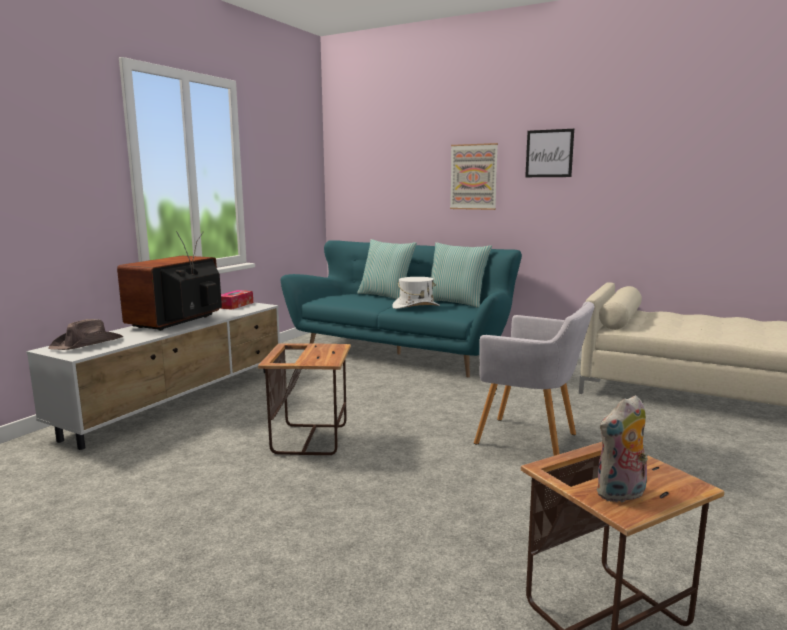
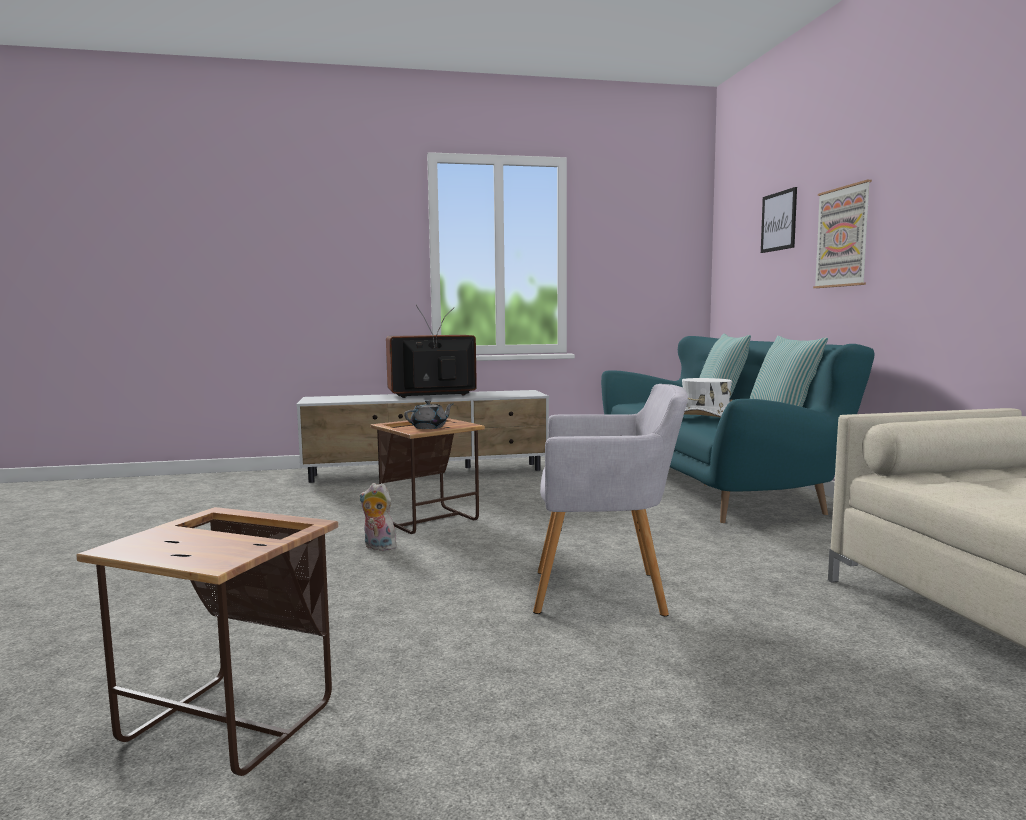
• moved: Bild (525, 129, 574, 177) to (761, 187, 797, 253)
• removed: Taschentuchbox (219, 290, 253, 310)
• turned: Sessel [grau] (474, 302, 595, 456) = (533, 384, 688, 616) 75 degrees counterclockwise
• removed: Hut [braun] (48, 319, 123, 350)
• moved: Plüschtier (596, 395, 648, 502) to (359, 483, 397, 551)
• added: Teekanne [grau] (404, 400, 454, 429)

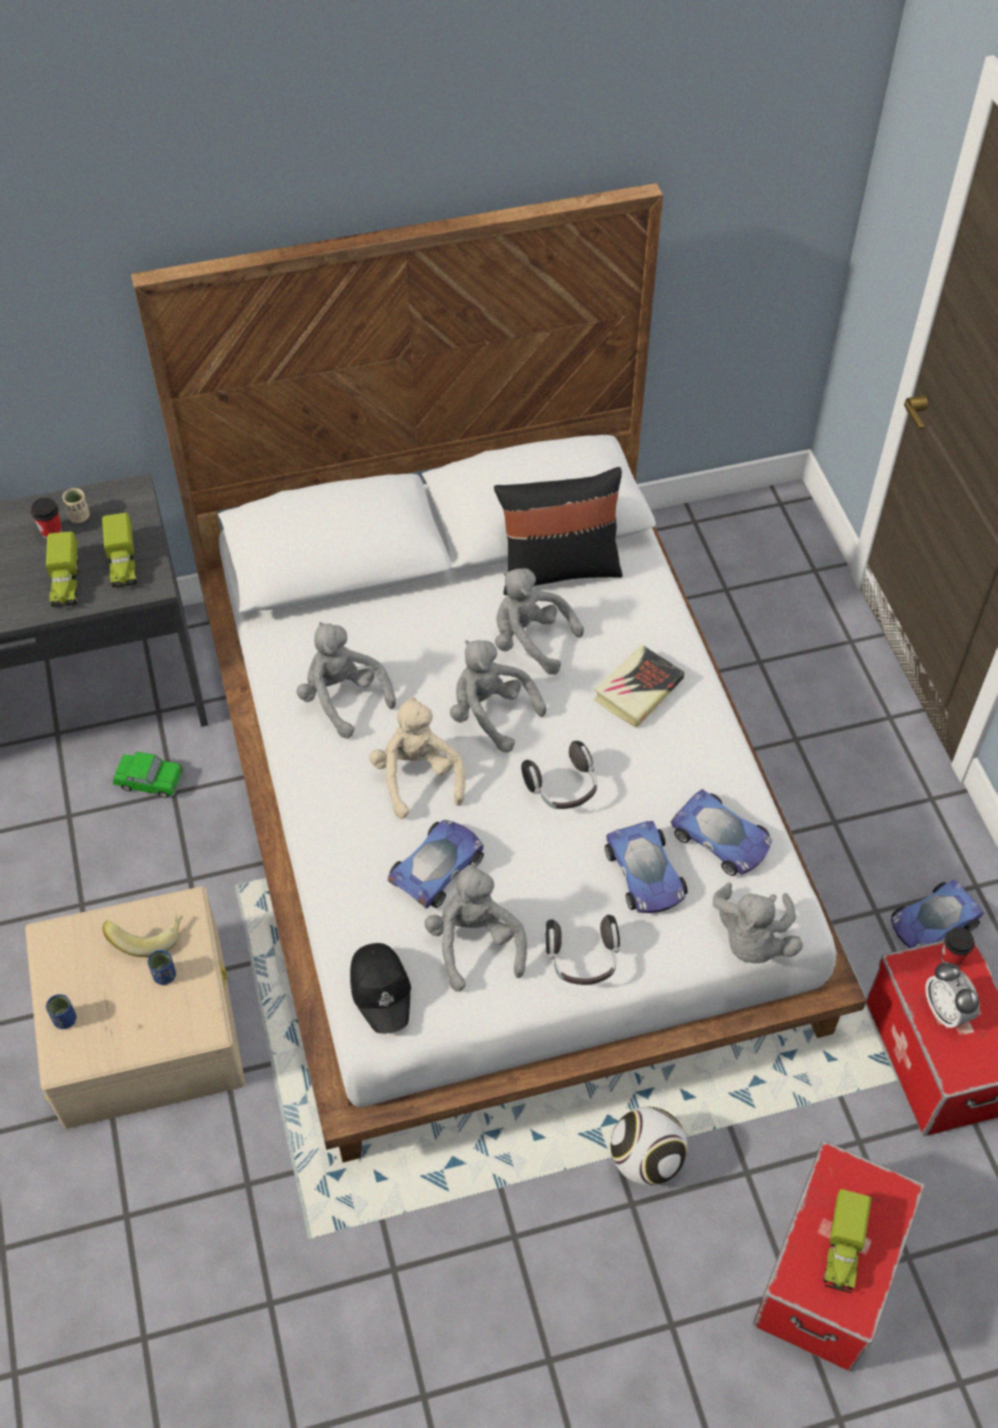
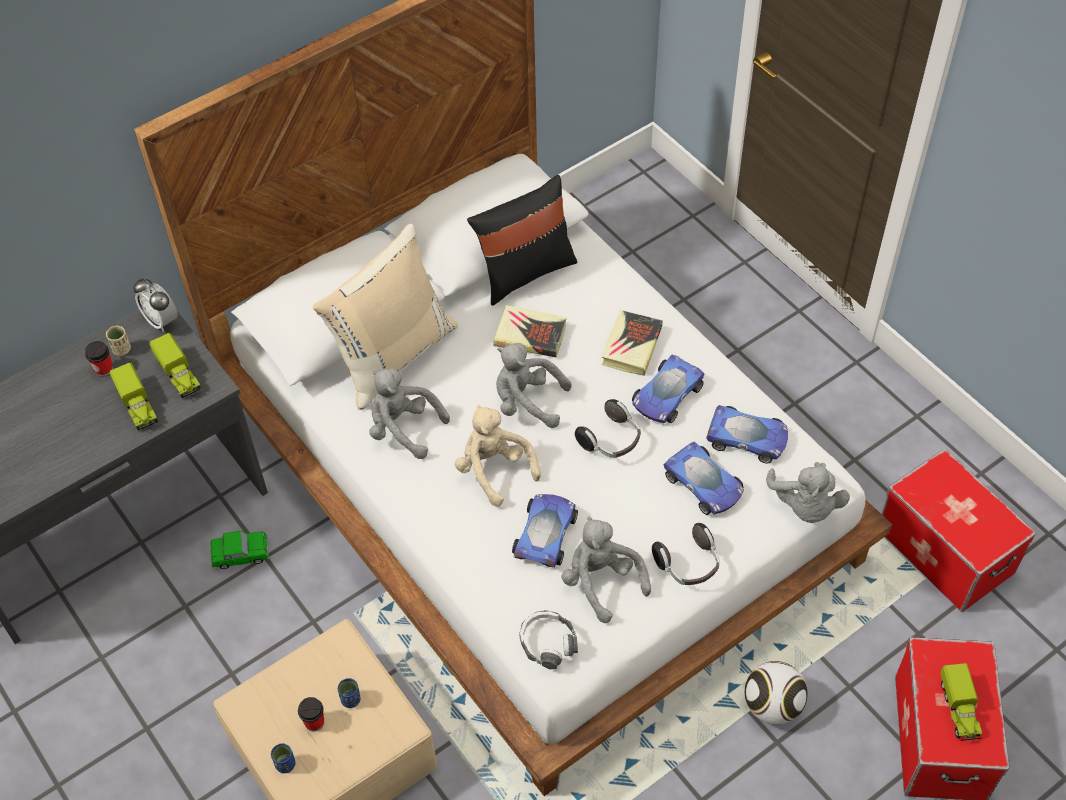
• replaced: Plüschtier [grau] (495, 568, 584, 675) to Buch (493, 305, 567, 358)
• moved: Spielzeugauto (891, 879, 984, 948) to (632, 355, 705, 423)
• removed: Banane (103, 913, 183, 957)
• moved: Tasse (941, 927, 974, 967) to (298, 697, 324, 732)
• replaced: Kappe [schwarz] (350, 943, 411, 1034) to Kopfhörer (519, 610, 578, 669)
• moved: Wecker (925, 962, 980, 1028) to (133, 278, 177, 332)
• added: Kissen [beige] (313, 223, 458, 410)

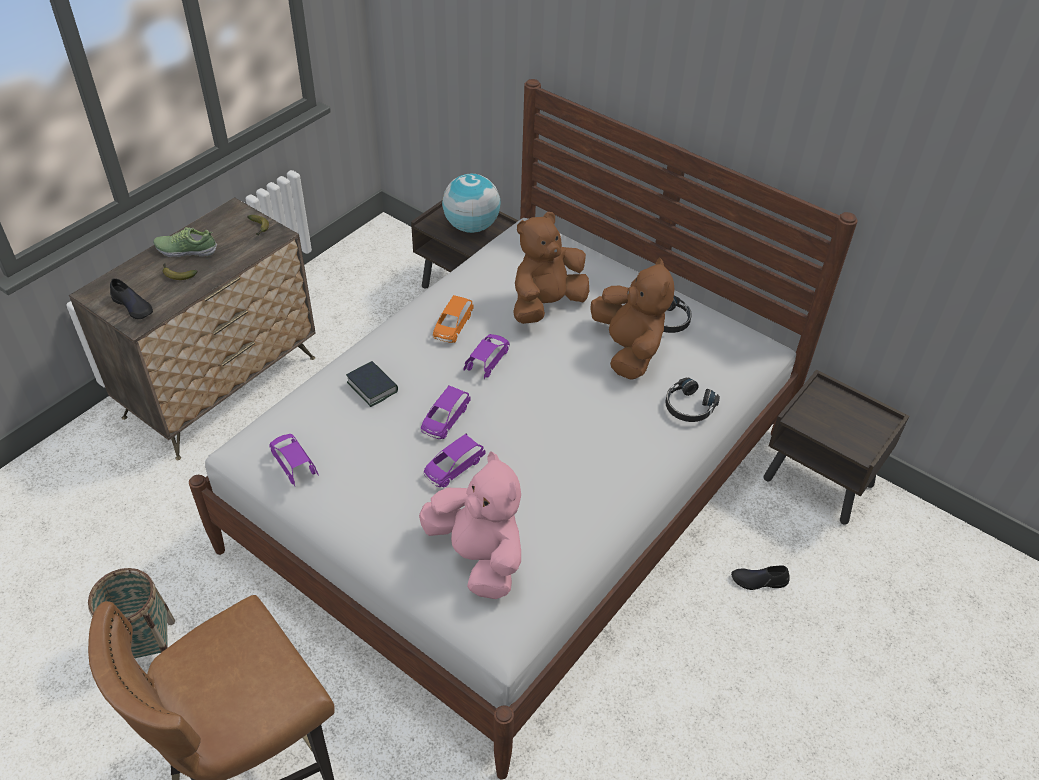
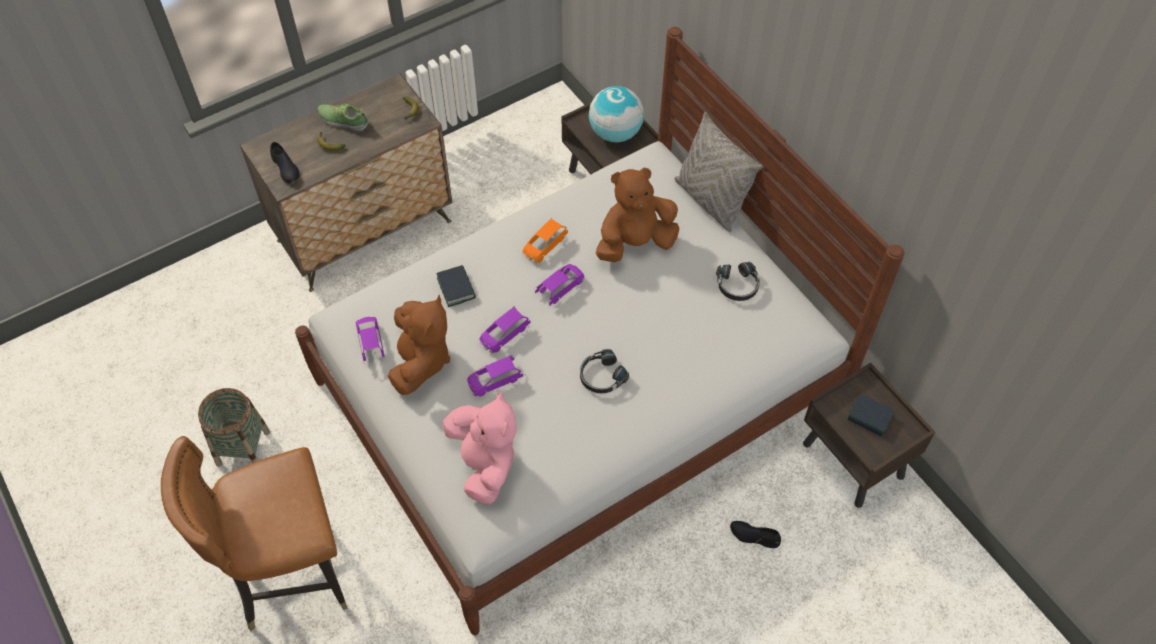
• moved: Plüschtier [braun] (590, 258, 674, 380) to (388, 295, 450, 395)
• moved: Kopfhörer [schwarz] (665, 377, 720, 422) to (580, 349, 629, 393)
• added: Kissen [grau] (675, 112, 763, 232)
• added: Buch (847, 394, 895, 436)

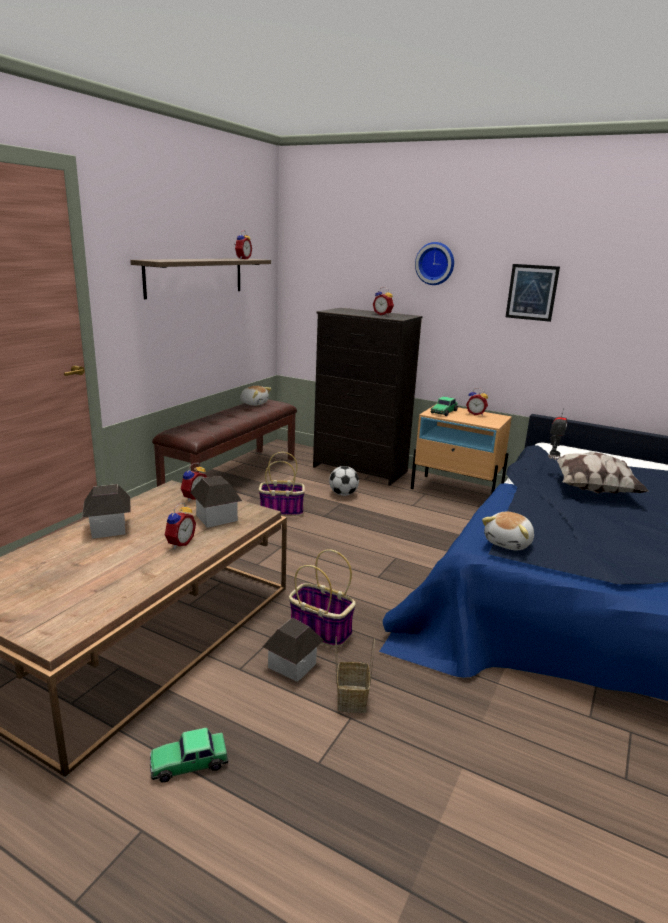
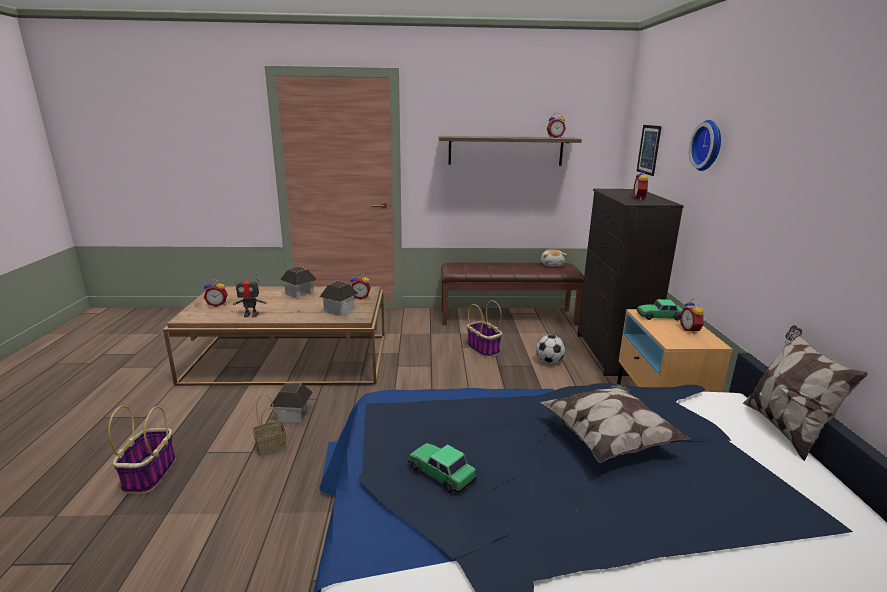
• moved: Bild (506, 264, 560, 322) to (637, 125, 662, 176)
• moved: Spielzeugroboter (549, 408, 567, 456) to (233, 274, 266, 317)
• moved: Wecker (165, 502, 196, 549) to (204, 279, 228, 307)
• removed: Plüschtier (482, 511, 534, 550)
• moved: Korb (289, 549, 356, 647) to (108, 406, 176, 494)
• moved: Spielzeugauto (150, 728, 228, 783) to (408, 443, 477, 493)
• added: Kissen (743, 325, 868, 461)

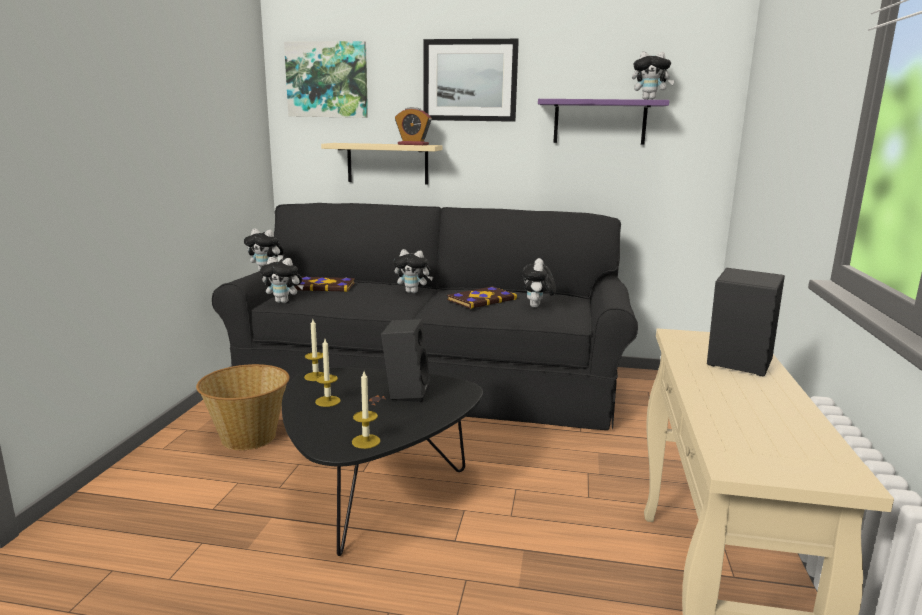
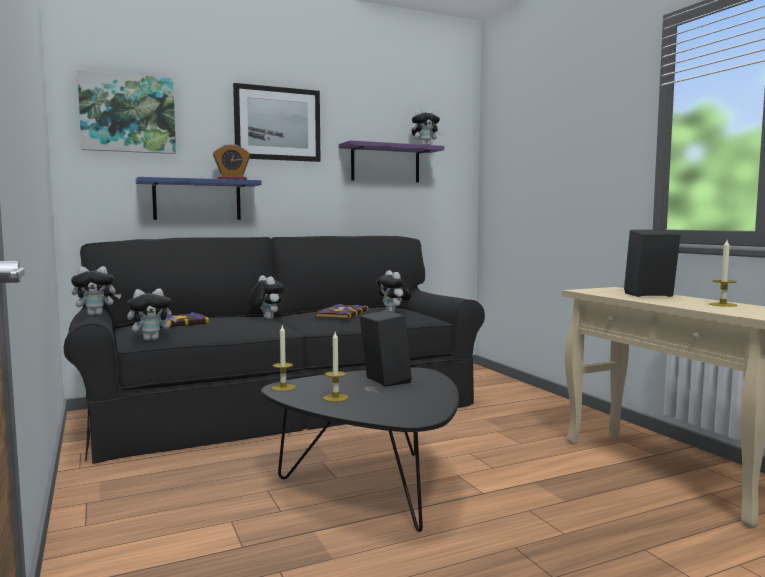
• recoloured: Wandregal [beige] (321, 143, 443, 185) to Wandregal [blau] (136, 177, 262, 220)
• turned: Plüschtier (394, 249, 433, 293) = (248, 275, 284, 319) 105 degrees counterclockwise
• removed: Korb (196, 364, 290, 450)
• moved: Kerze (352, 371, 380, 449) to (709, 240, 737, 307)

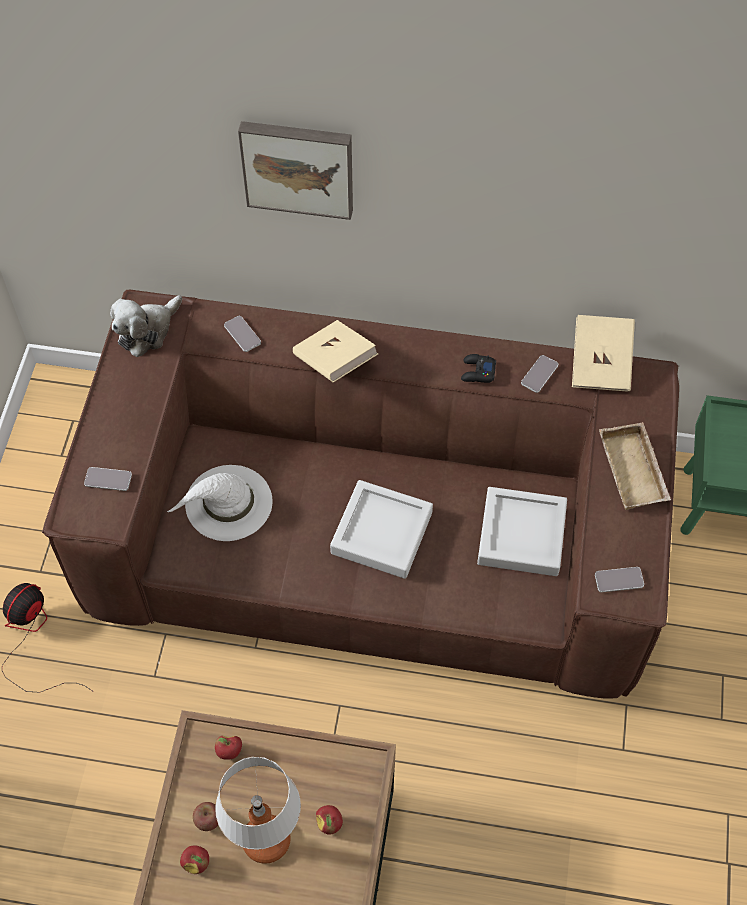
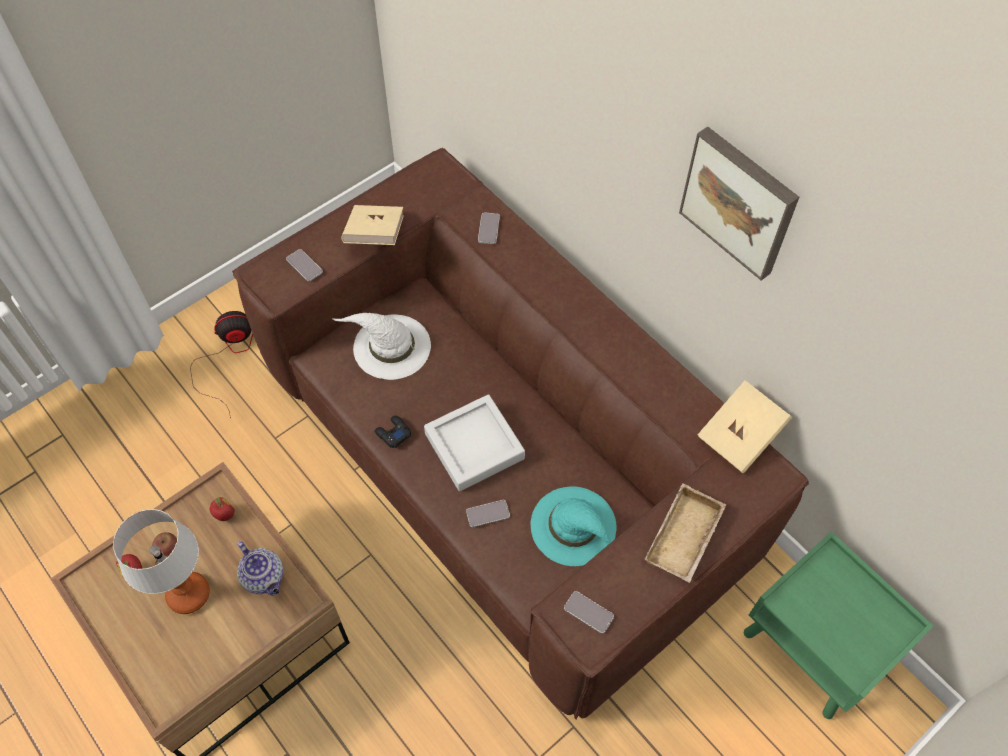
• moved: Bild (238, 121, 353, 220) to (679, 126, 799, 281)
• removed: Plüschtier (110, 295, 182, 357)
• moved: Buch [beige] (293, 320, 378, 382) to (341, 205, 404, 245)
• moved: Gamepad [schwarz] (461, 354, 496, 383) to (375, 415, 411, 448)
• moved: Handy (521, 355, 558, 393) to (466, 500, 510, 527)
• replaced: Tablett [grau] (477, 487, 567, 576) to Hut [türkis] (531, 486, 617, 566)
• removed: Apfel (316, 805, 343, 834)
• added: Teekanne (237, 541, 283, 596)

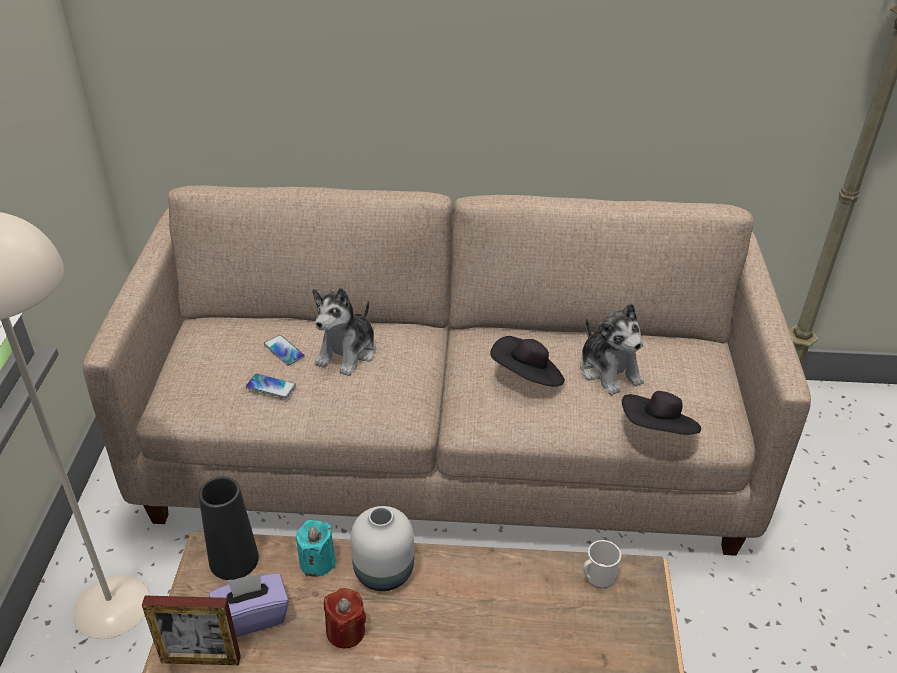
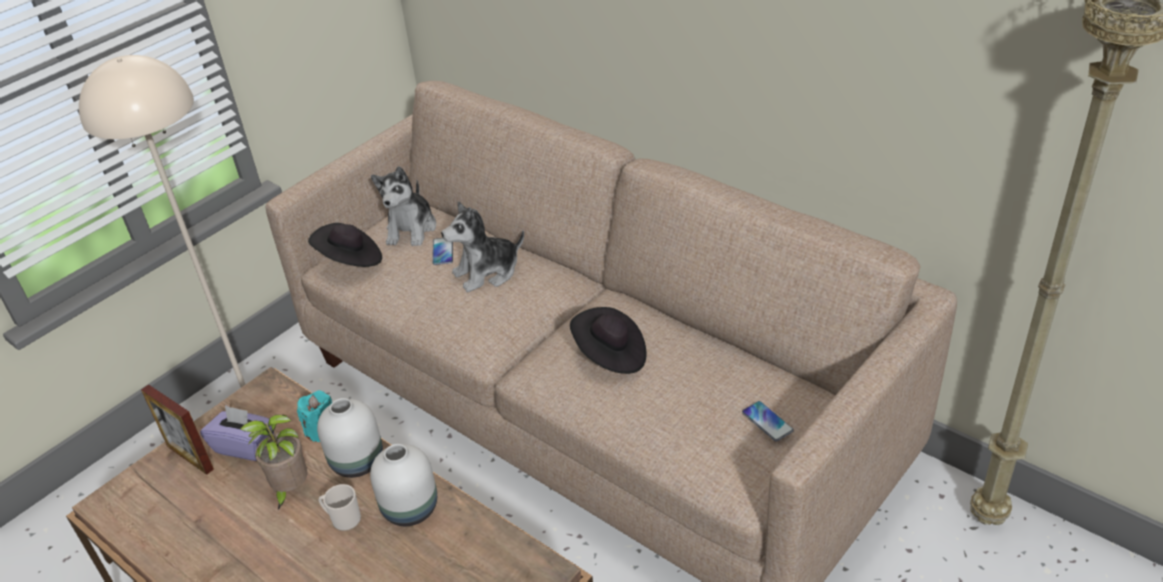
• moved: Plüschtier (580, 303, 644, 395) to (371, 166, 436, 246)
• moved: Handy (246, 373, 296, 398) to (742, 401, 794, 442)
• moved: Hut [schwarz] (622, 391, 701, 435) to (308, 223, 382, 267)
• removed: Vase [schwarz] (199, 477, 259, 580)
• moved: Henkelbecher (583, 540, 621, 588) to (318, 484, 361, 531)
• replaced: Kerze [rot] (324, 588, 366, 648) to Topfpflanze (240, 415, 308, 510)
• added: Vase [weiß] (370, 444, 437, 526)

